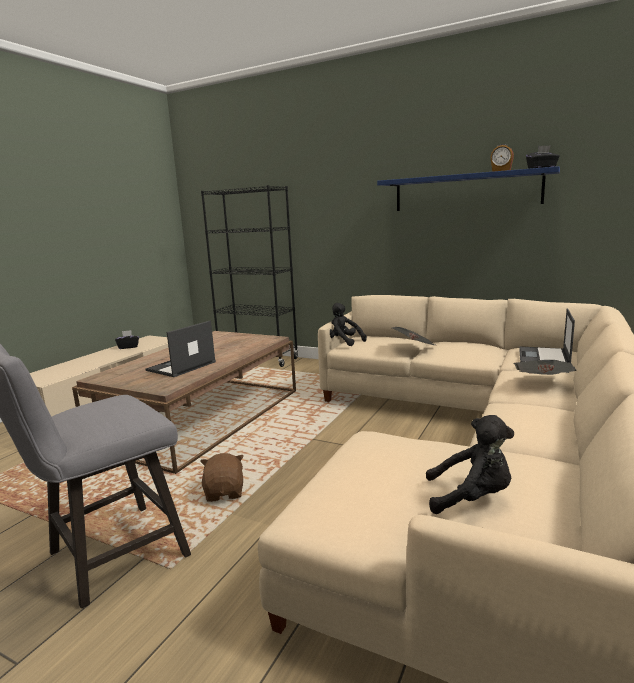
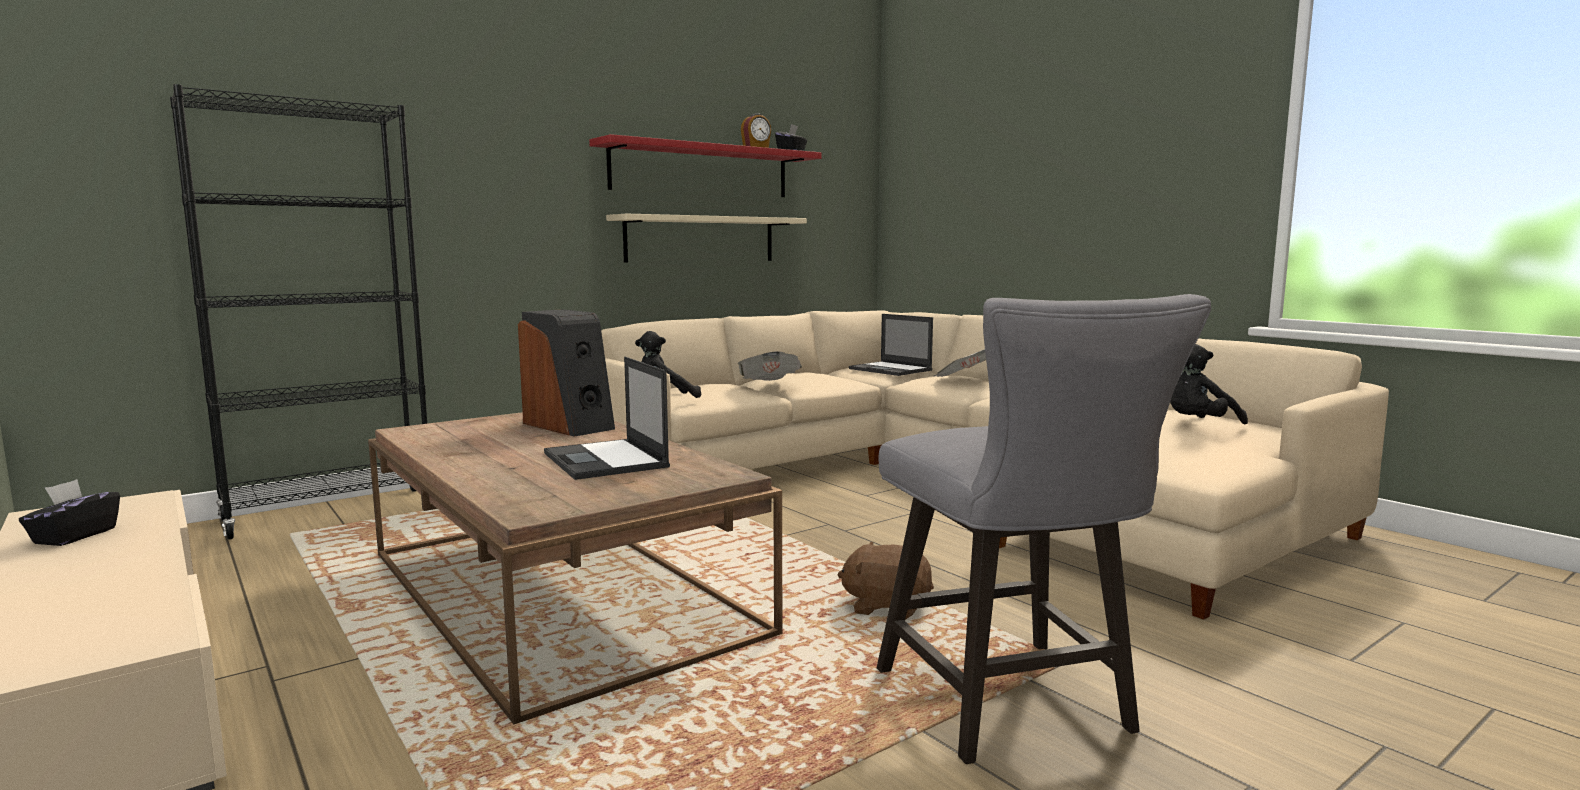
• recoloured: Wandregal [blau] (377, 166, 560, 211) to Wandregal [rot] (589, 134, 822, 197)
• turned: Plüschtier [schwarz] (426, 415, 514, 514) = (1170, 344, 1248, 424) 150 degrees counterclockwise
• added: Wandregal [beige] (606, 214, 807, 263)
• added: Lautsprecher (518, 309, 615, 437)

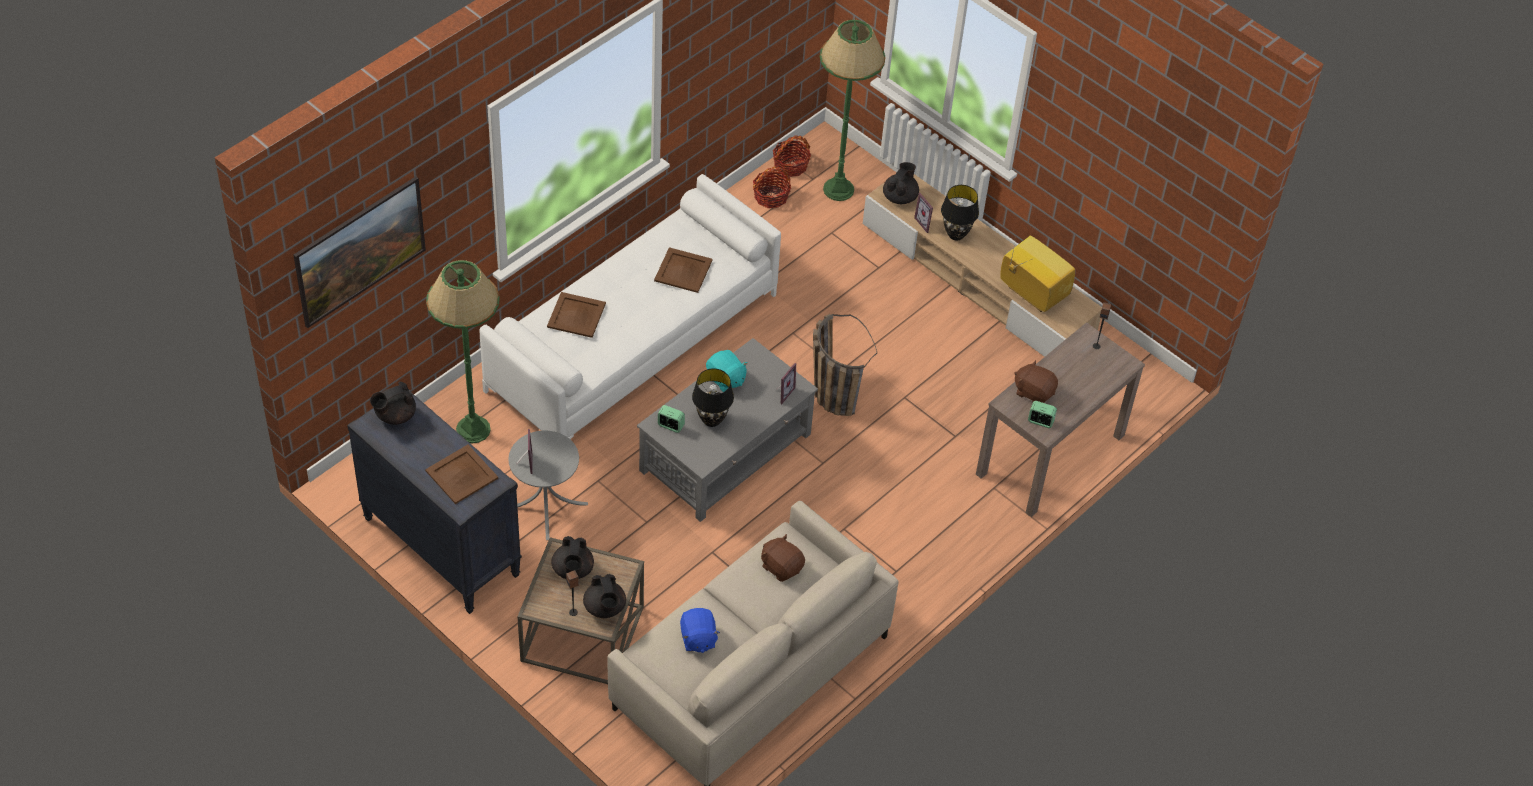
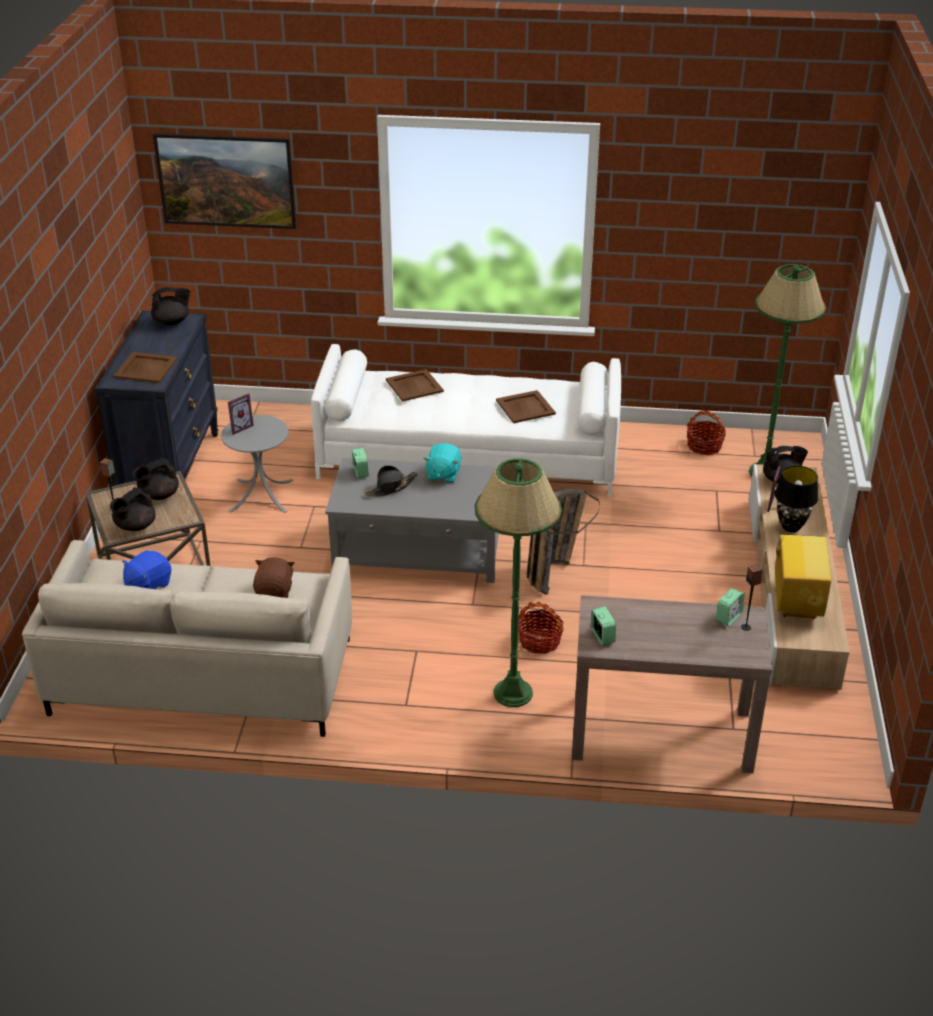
• moved: Korb (773, 136, 811, 177) to (518, 602, 564, 654)
• moved: Stehlampe [grün] (426, 260, 500, 444) to (475, 458, 562, 707)
• removed: Plüschtier [braun] (1014, 360, 1058, 403)
• removed: Bilderrahmen (777, 363, 796, 404)
• replaced: Tischlampe [schwarz] (692, 368, 734, 427) to Hut [schwarz] (364, 465, 418, 496)
• turned: Teekanne [schwarz] (370, 382, 416, 425) = (151, 287, 190, 325) 150 degrees clockwise
• added: Wecker (716, 588, 744, 626)

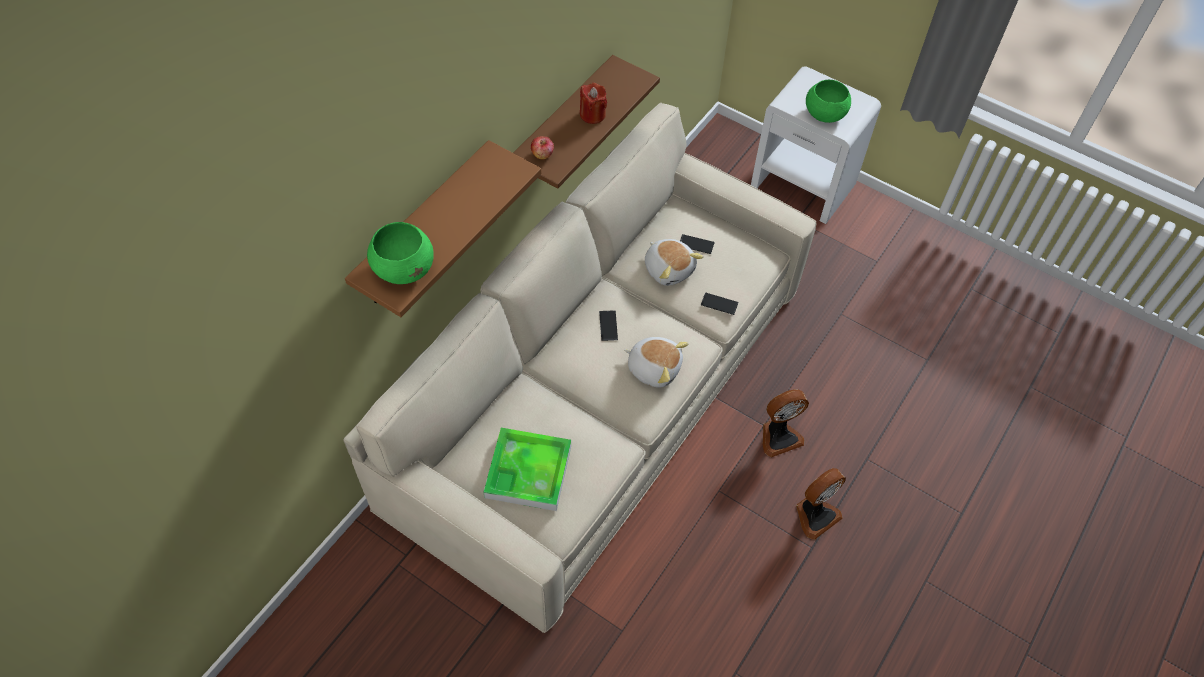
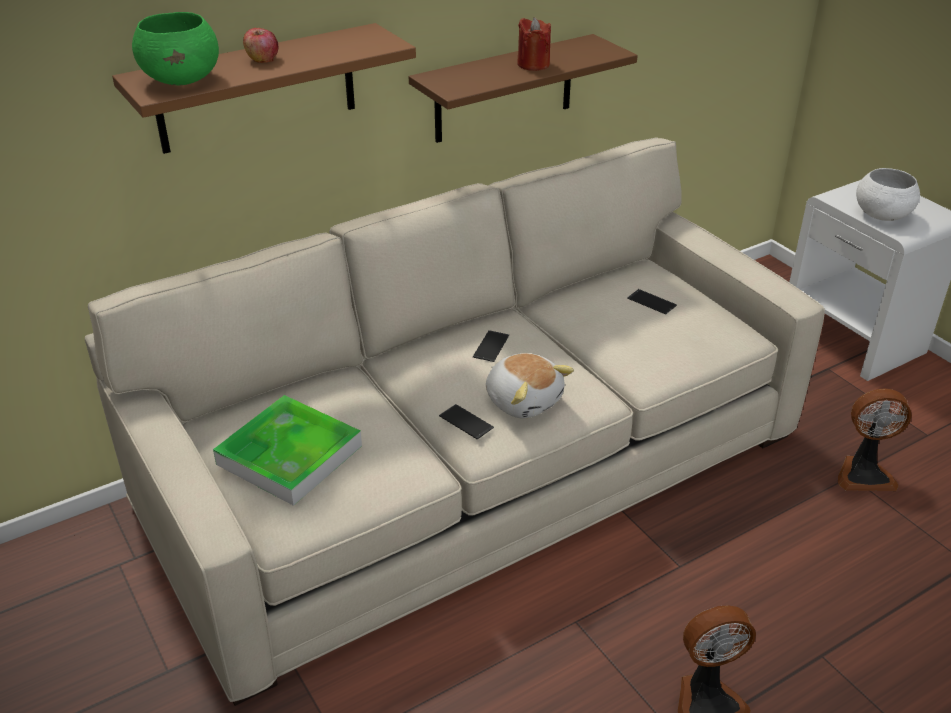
• recoloured: Schüssel [grün] (806, 80, 851, 123) to Schüssel [weiß] (856, 168, 920, 221)
• moved: Apfel (531, 136, 554, 160) to (243, 28, 279, 63)
• removed: Plüschtier (645, 239, 703, 286)
• moved: Handy (701, 292, 739, 315) to (439, 404, 494, 440)
• moved: Ventilator (762, 390, 809, 457) to (838, 389, 912, 491)

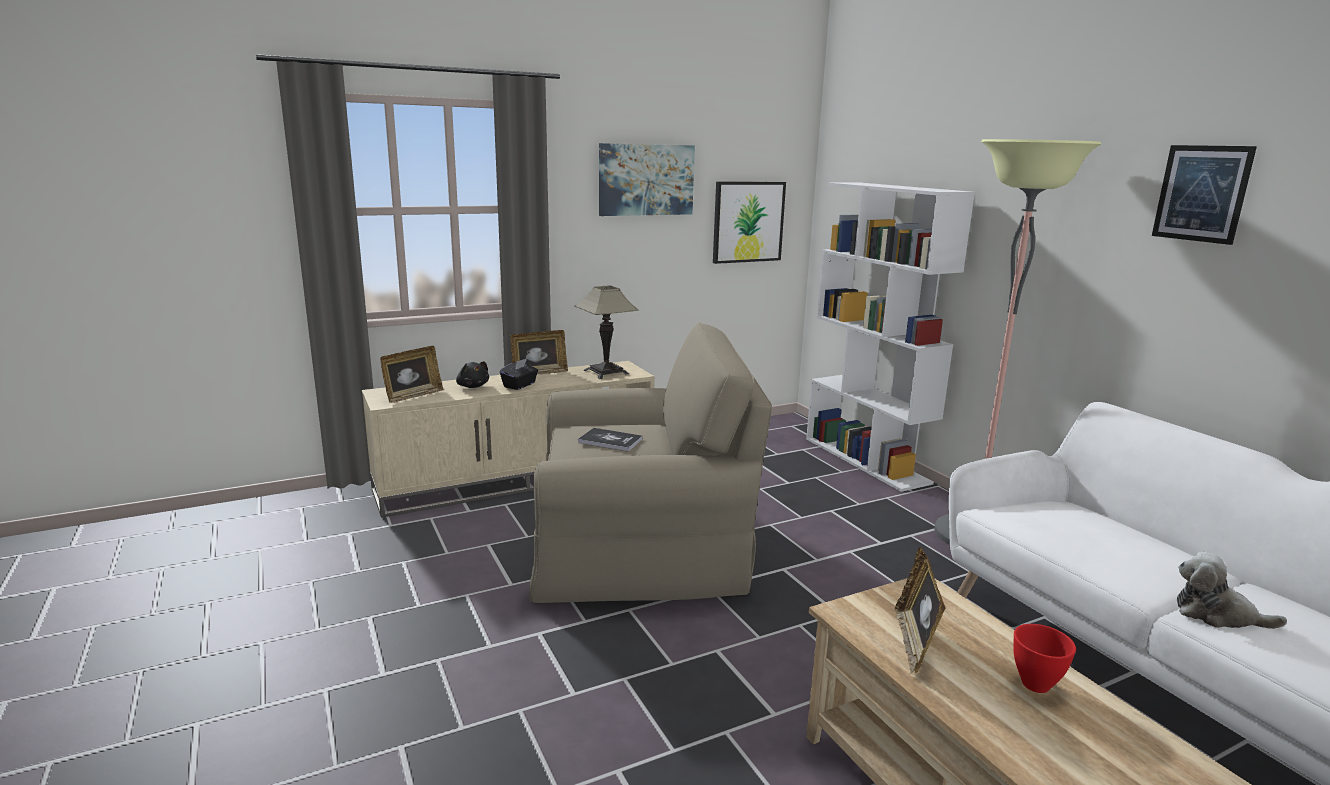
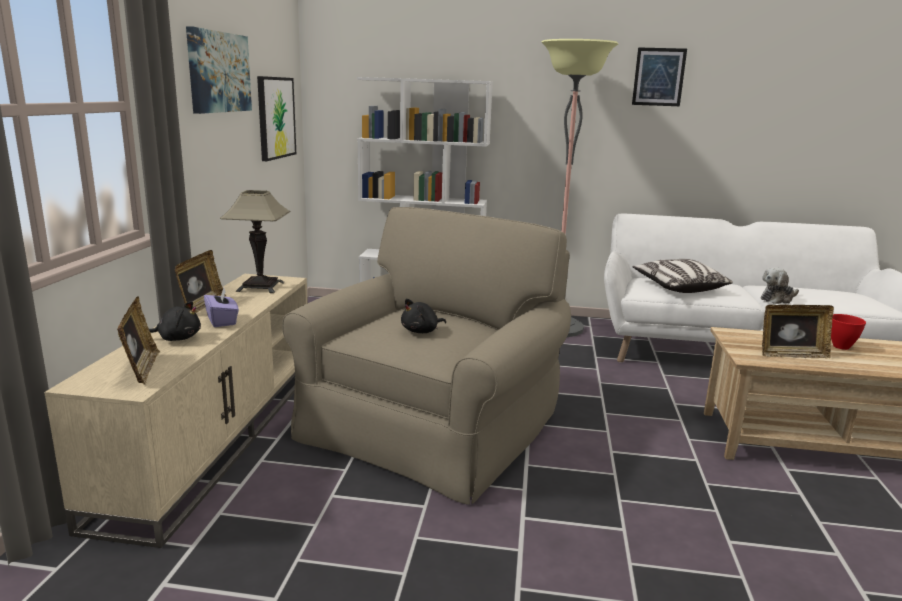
• recoloured: Taschentuchbox [schwarz] (500, 358, 538, 390) to Taschentuchbox [lila] (204, 287, 239, 327)
• replaced: Buch (578, 428, 642, 452) to Plüschtier [schwarz] (401, 299, 446, 333)
• turned: Bilderrahmen (895, 547, 946, 674) = (762, 305, 834, 358) 45 degrees counterclockwise
• added: Kissen (633, 259, 733, 293)

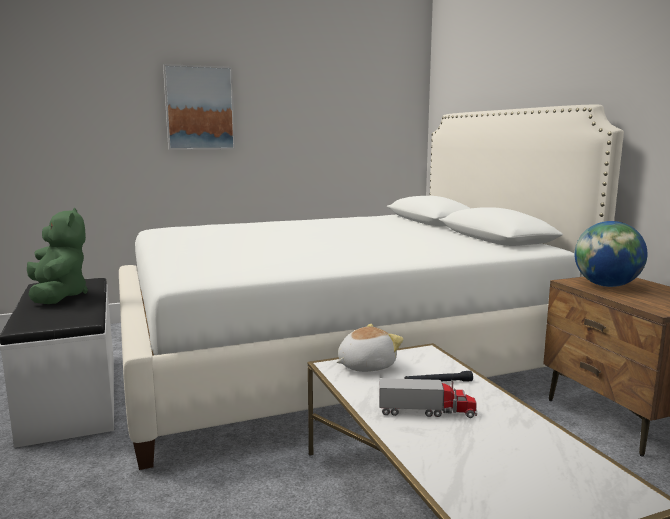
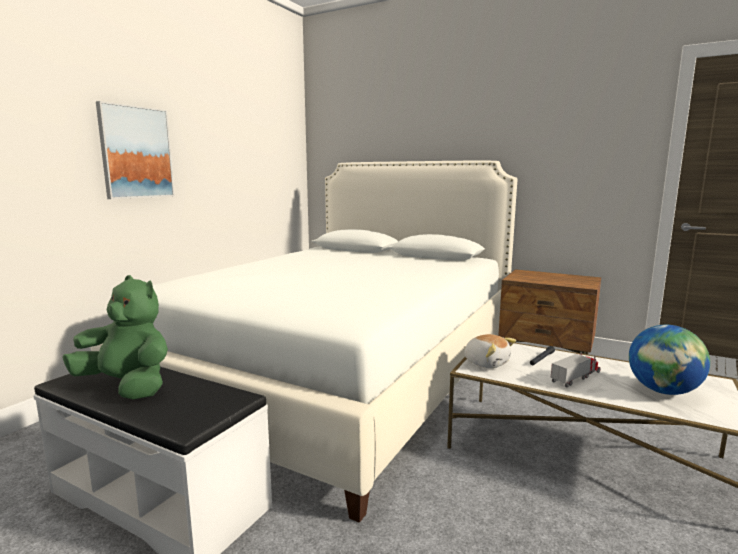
• moved: Globus (574, 221, 648, 287) to (629, 325, 710, 395)
• turned: Plüschtier (337, 324, 404, 372) = (464, 334, 516, 368) 120 degrees clockwise

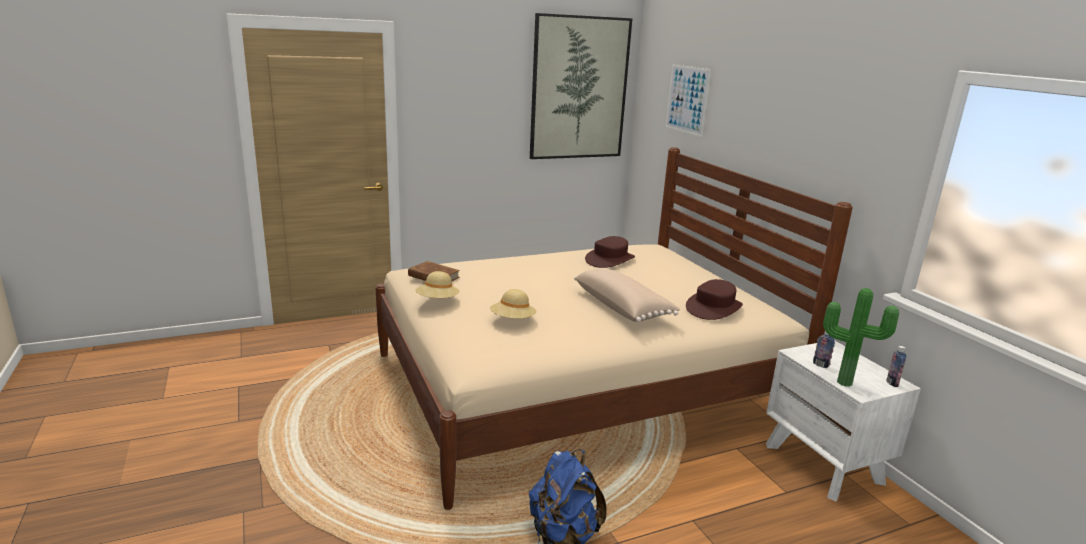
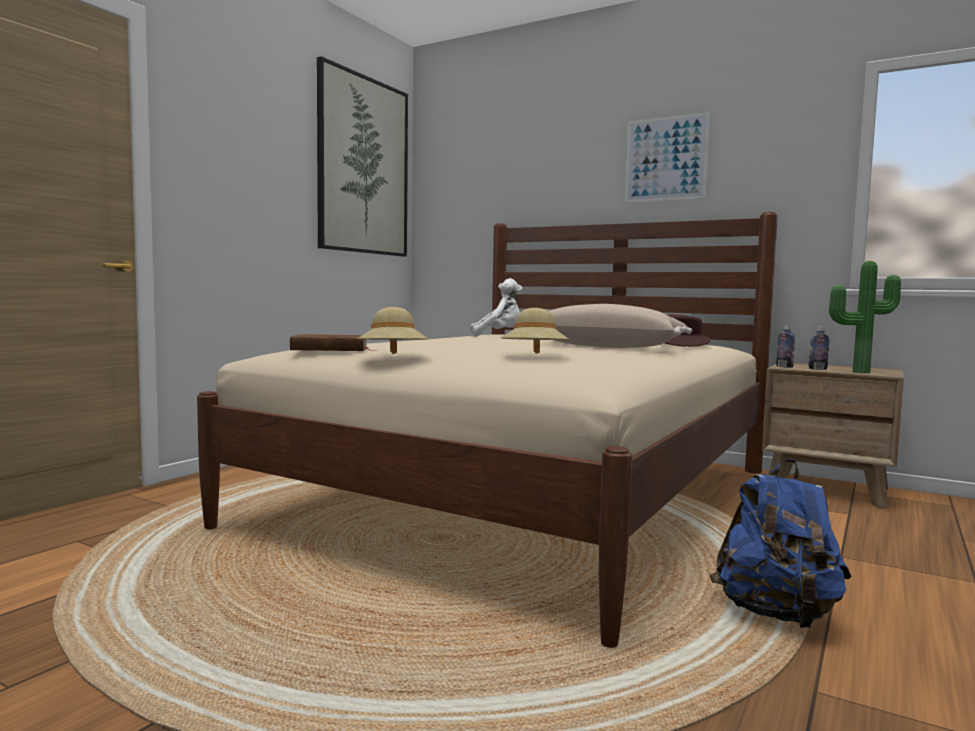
• moved: Bild (666, 64, 711, 137) to (625, 112, 710, 203)
• replaced: Hut [braun] (585, 236, 635, 268) to Plüschtier [weiß] (470, 278, 522, 337)
• recoloured: Nachttisch [weiß] (766, 340, 921, 502) to Nachttisch [braun] (762, 363, 904, 508)
• moved: Flasche (886, 346, 906, 387) to (776, 325, 795, 368)

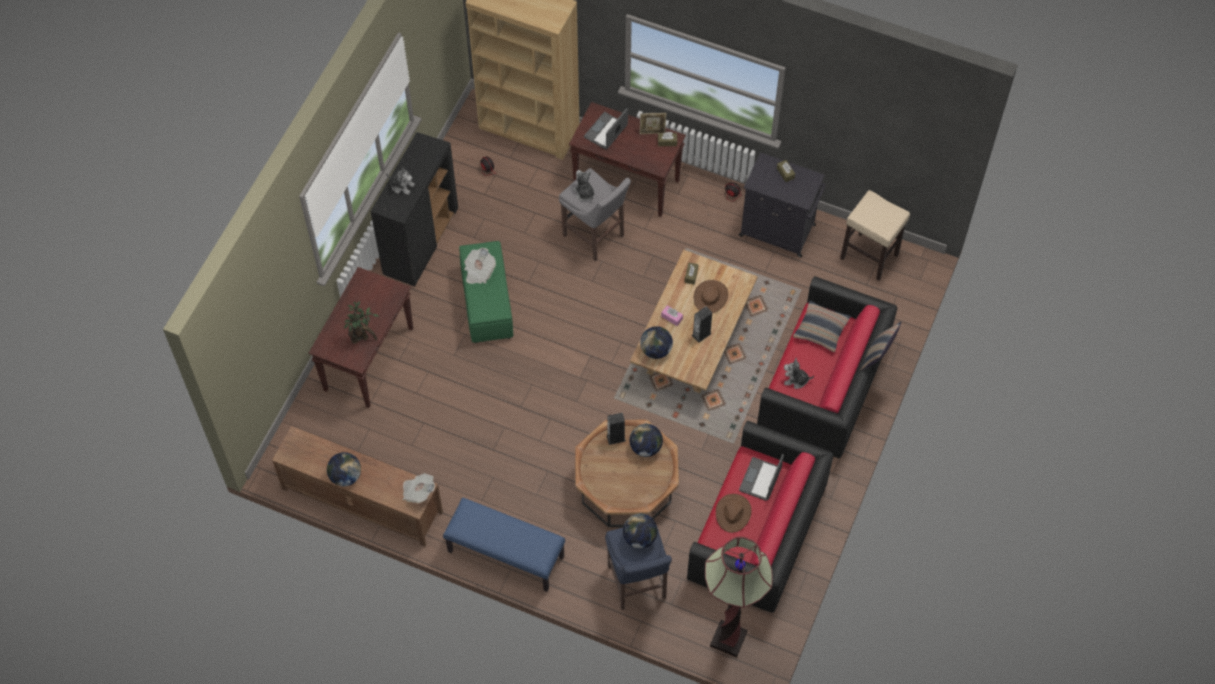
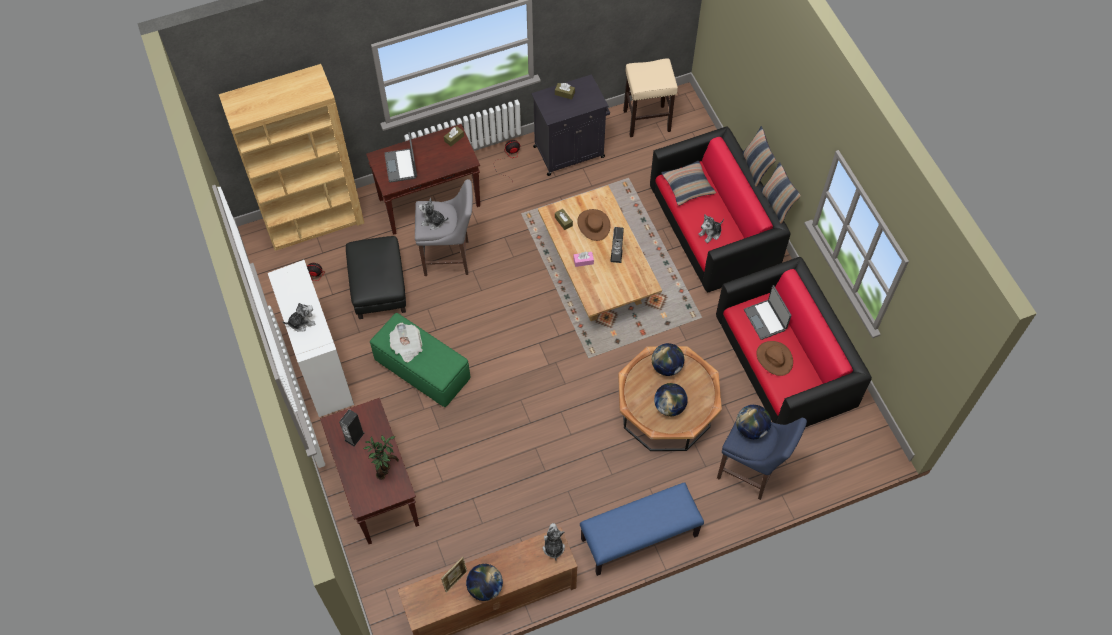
• moved: Bilderrahmen (640, 113, 667, 134) to (441, 557, 467, 593)
• recoloured: Schrank [schwarz] (371, 132, 458, 286) to Schrank [weiß] (268, 260, 354, 417)
• moved: Globus (640, 326, 673, 359) to (654, 383, 688, 416)
• moved: Lautsprecher (607, 413, 626, 445) to (339, 409, 365, 447)
• replaced: Zeitung (403, 473, 435, 503) to Plüschtier (543, 523, 565, 560)
• removed: Stehlampe (705, 537, 773, 657)
• added: Kissen (761, 162, 801, 224)
• added: Polsterhocker [schwarz] (346, 236, 406, 319)

